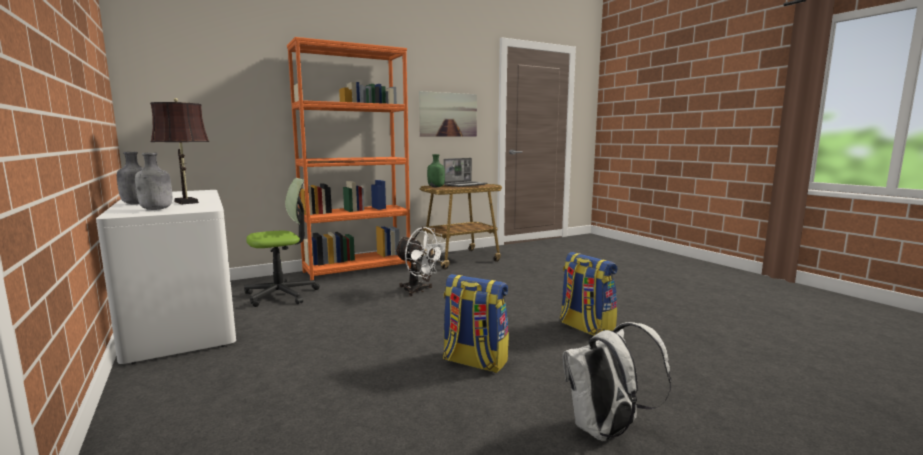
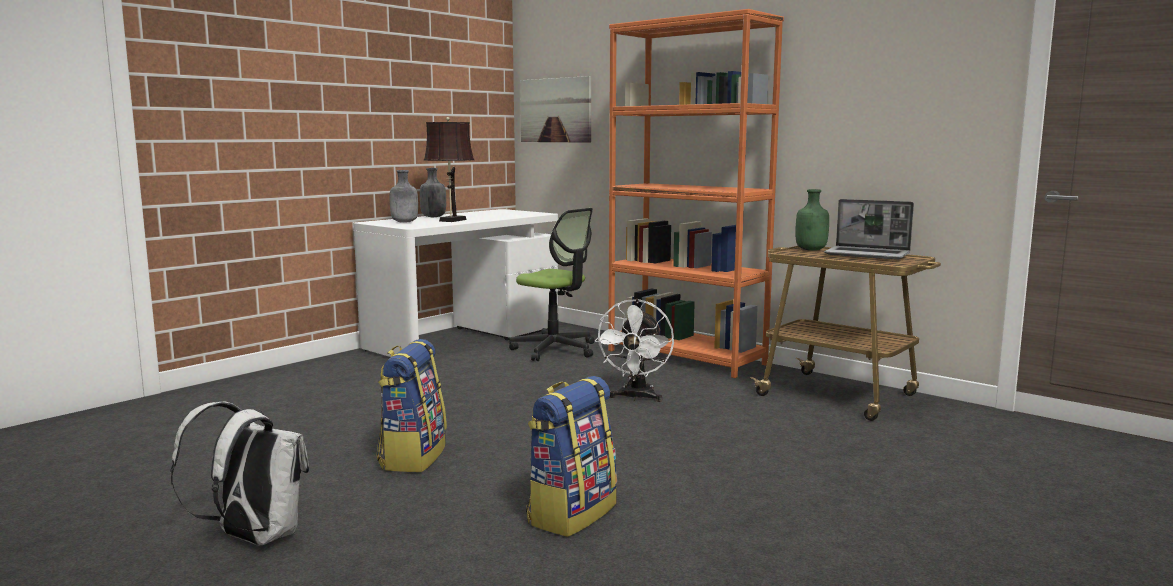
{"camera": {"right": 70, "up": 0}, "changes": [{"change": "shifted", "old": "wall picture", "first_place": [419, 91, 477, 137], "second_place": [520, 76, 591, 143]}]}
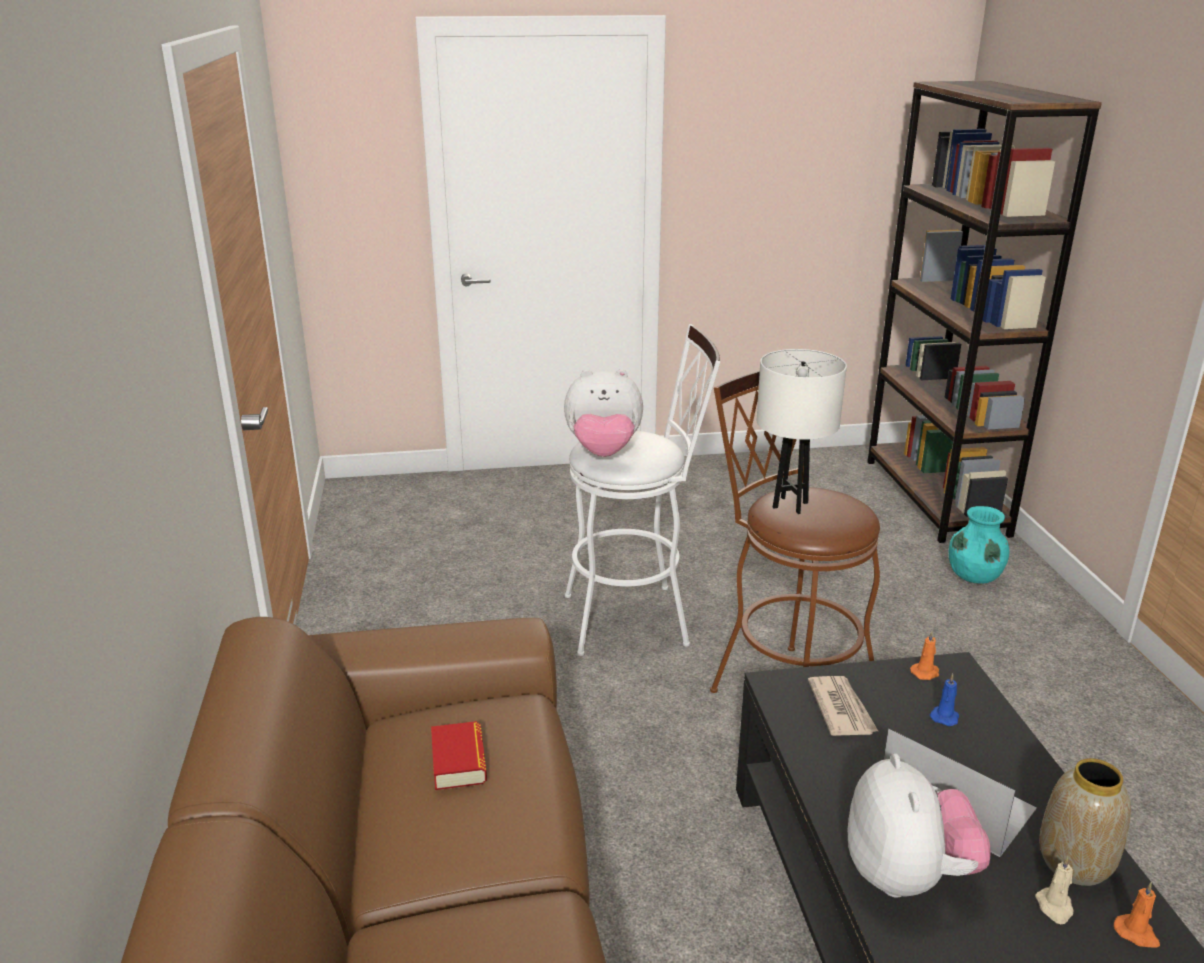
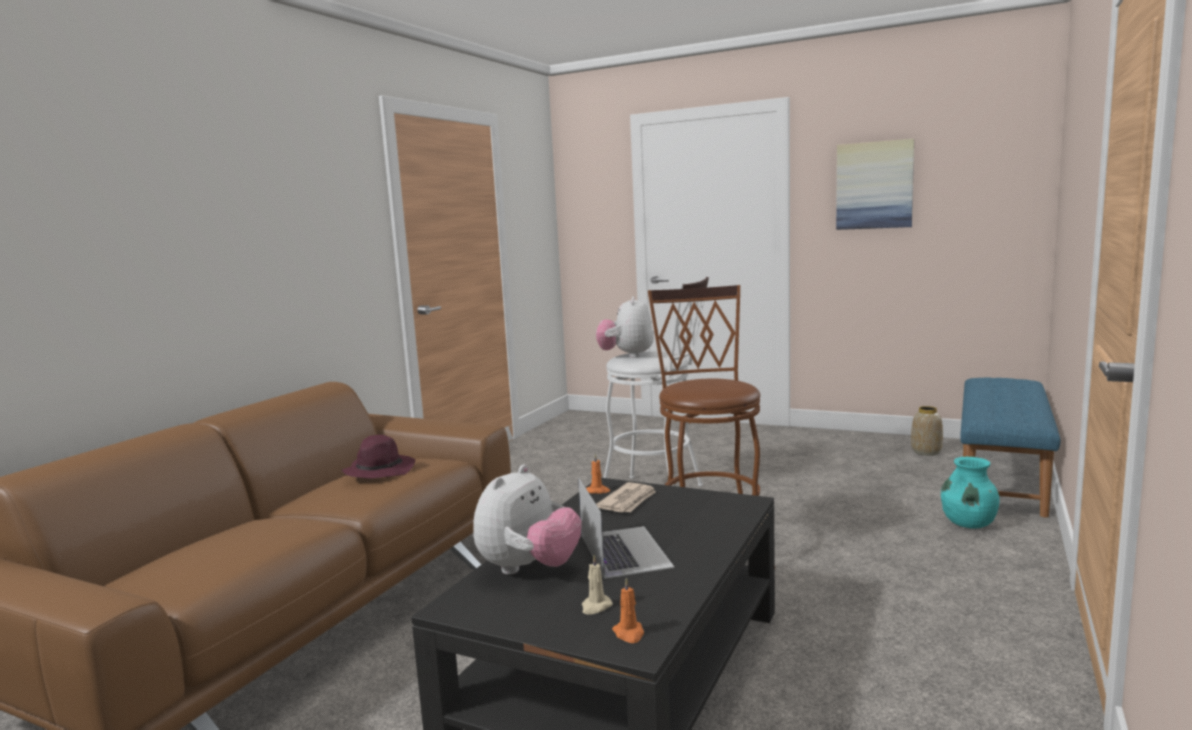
{"camera": {"right": 35, "up": -15}, "changes": [{"change": "swapped", "old": "volume", "new": "purplish wearable hat", "first_place": [431, 721, 487, 790], "second_place": [342, 435, 415, 479]}, {"change": "rotated", "old": "plush toy", "first_place": [564, 369, 643, 457], "second_place": [596, 296, 654, 358], "degrees": 60}, {"change": "gone", "old": "whitish lamp for a table", "first_place": [757, 349, 847, 514]}, {"change": "swapped", "old": "brownish bookshelf", "new": "blue-coloured indoor bench", "first_place": [867, 81, 1102, 543], "second_place": [960, 378, 1061, 517]}, {"change": "shifted", "old": "orangey wax light", "first_place": [910, 631, 939, 680], "second_place": [586, 453, 610, 494]}, {"change": "gone", "old": "blue-coloured wax light", "first_place": [930, 673, 959, 726]}, {"change": "shifted", "old": "flower vase", "first_place": [1039, 758, 1131, 886], "second_place": [911, 406, 943, 456]}, {"change": "new", "new": "wall picture", "second_place": [836, 139, 914, 230]}]}
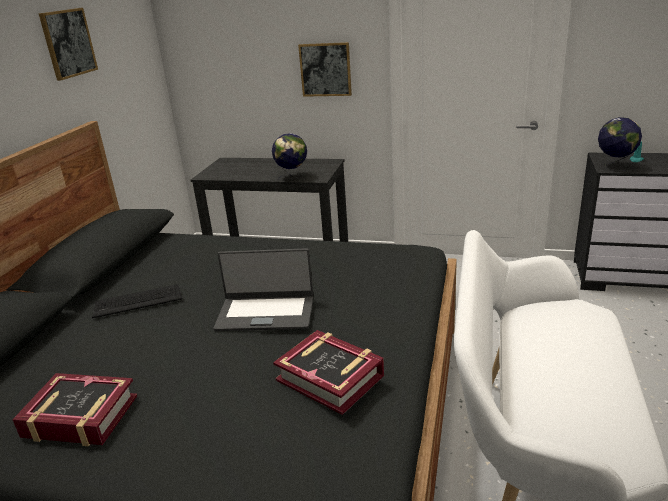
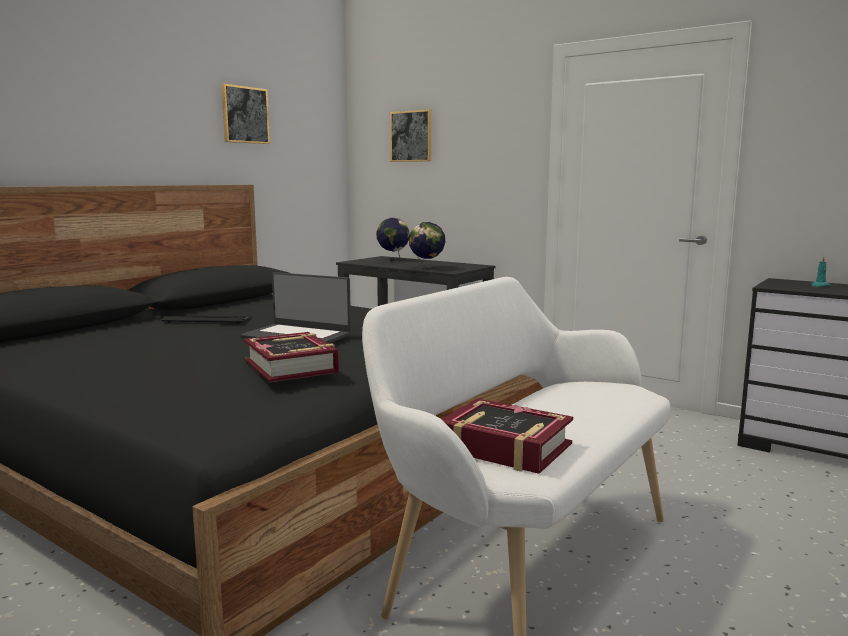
{"camera": {"right": 20, "up": -15}, "changes": [{"change": "shifted", "old": "volume", "first_place": [12, 373, 137, 446], "second_place": [441, 399, 573, 474]}, {"change": "shifted", "old": "wall picture", "first_place": [298, 42, 352, 97], "second_place": [390, 109, 431, 162]}, {"change": "shifted", "old": "desk globe", "first_place": [598, 117, 642, 171], "second_place": [376, 218, 410, 262]}]}
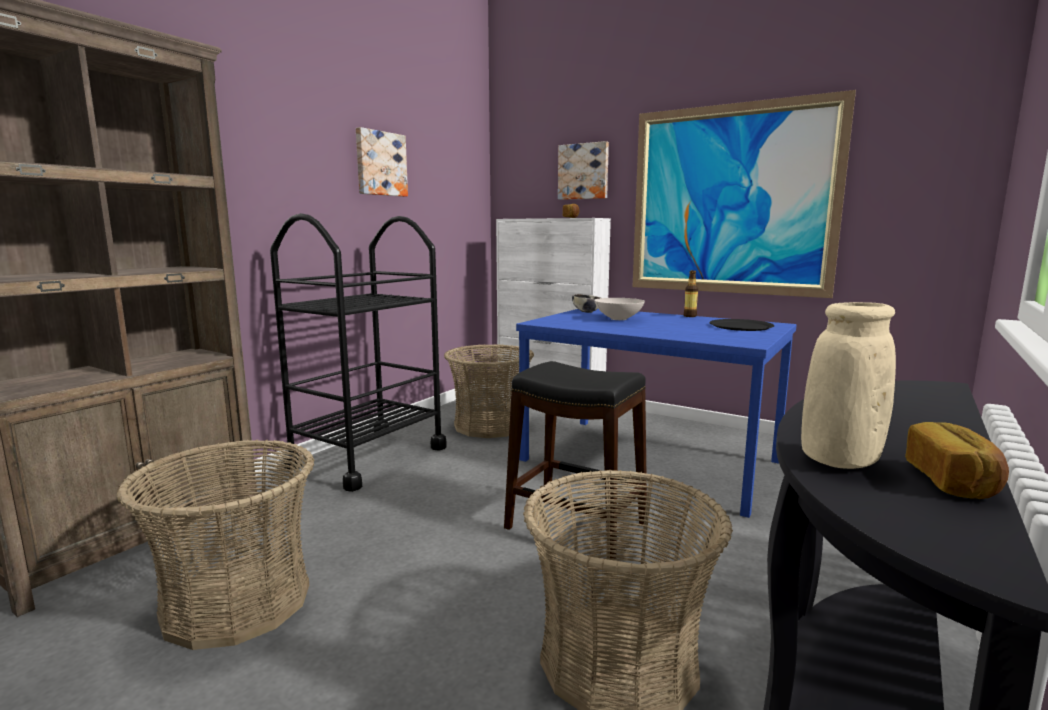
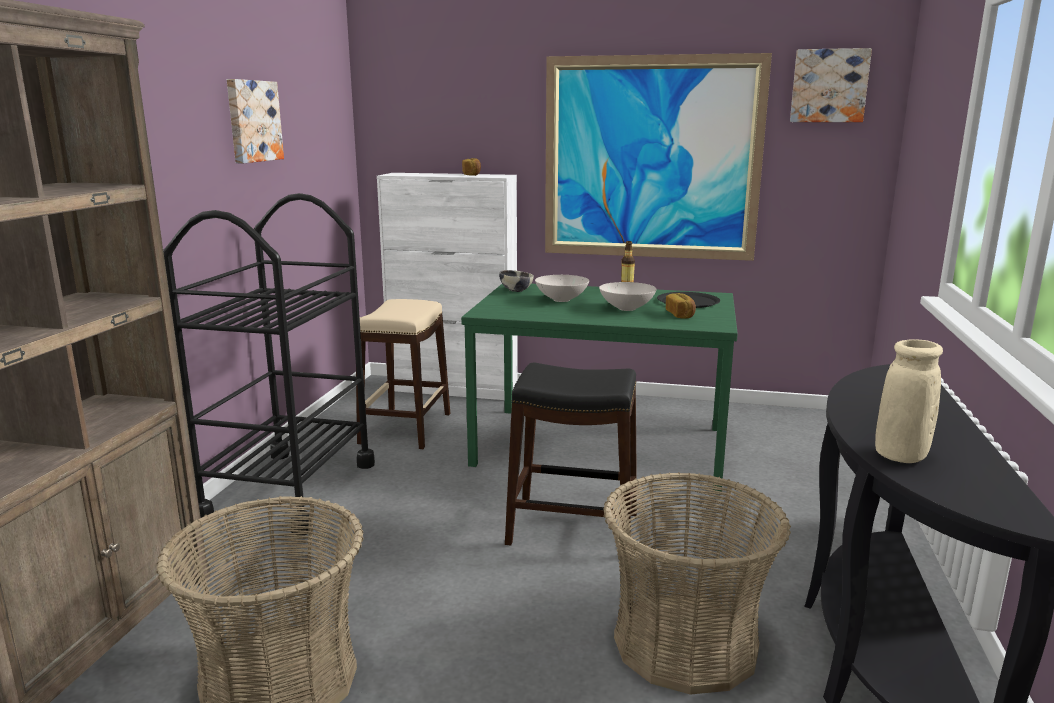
{"camera": {"right": -20, "up": 5}, "changes": [{"change": "swapped", "old": "basket", "new": "beige-coloured stool seat", "first_place": [444, 344, 534, 438], "second_place": [356, 299, 450, 449]}, {"change": "repainted", "old": "blue-coloured dinner table", "new": "greenish dinner table", "first_place": [516, 309, 797, 518], "second_place": [461, 284, 738, 492]}, {"change": "shifted", "old": "wall picture", "first_place": [558, 141, 609, 200], "second_place": [790, 48, 872, 122]}, {"change": "shifted", "old": "baked bread", "first_place": [905, 422, 1009, 499], "second_place": [666, 293, 696, 319]}, {"change": "new", "new": "whitish deep dish", "second_place": [599, 282, 657, 311]}]}
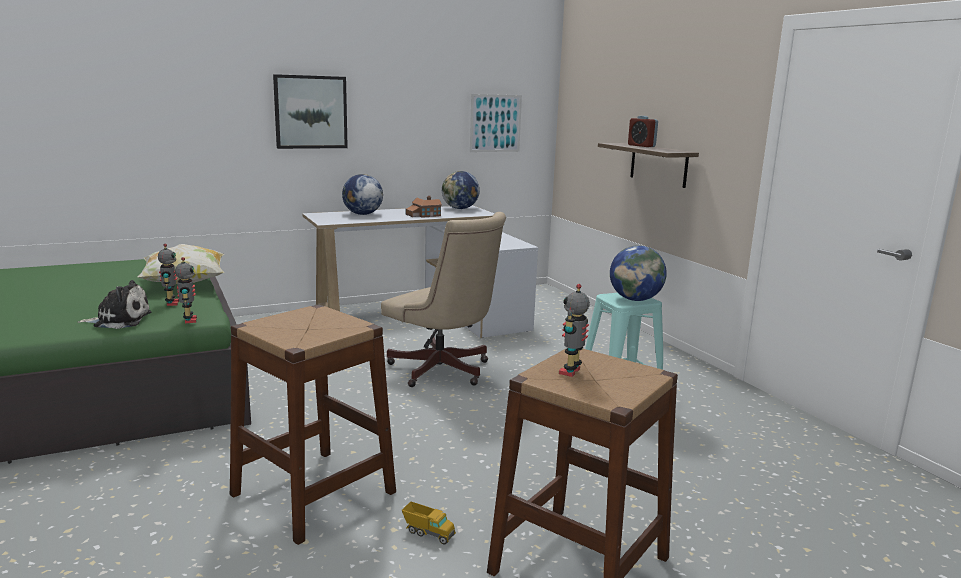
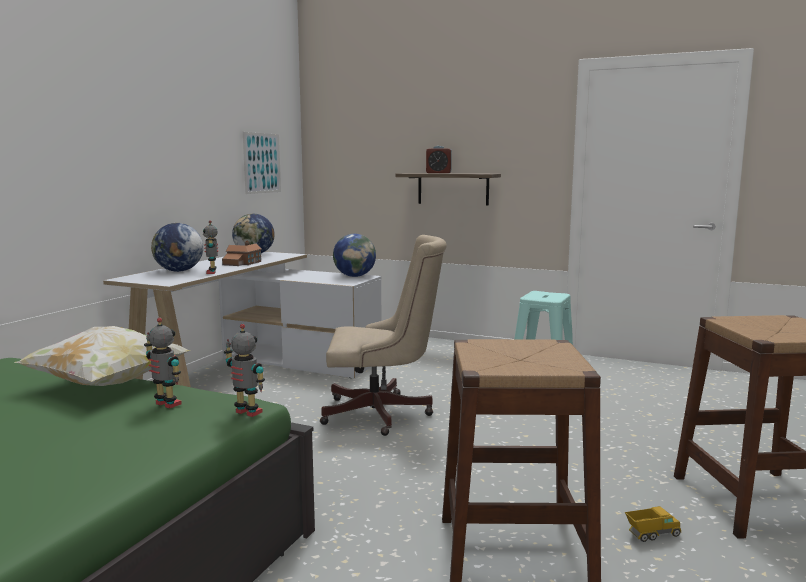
{"camera": {"right": -40, "up": -5}, "changes": [{"change": "gone", "old": "plush toy", "first_place": [78, 280, 151, 329]}, {"change": "gone", "old": "wall picture", "first_place": [273, 74, 348, 149]}, {"change": "shifted", "old": "model robot", "first_place": [559, 284, 590, 377], "second_place": [203, 220, 218, 274]}, {"change": "shifted", "old": "desk globe", "first_place": [610, 245, 667, 301], "second_place": [333, 234, 376, 277]}]}
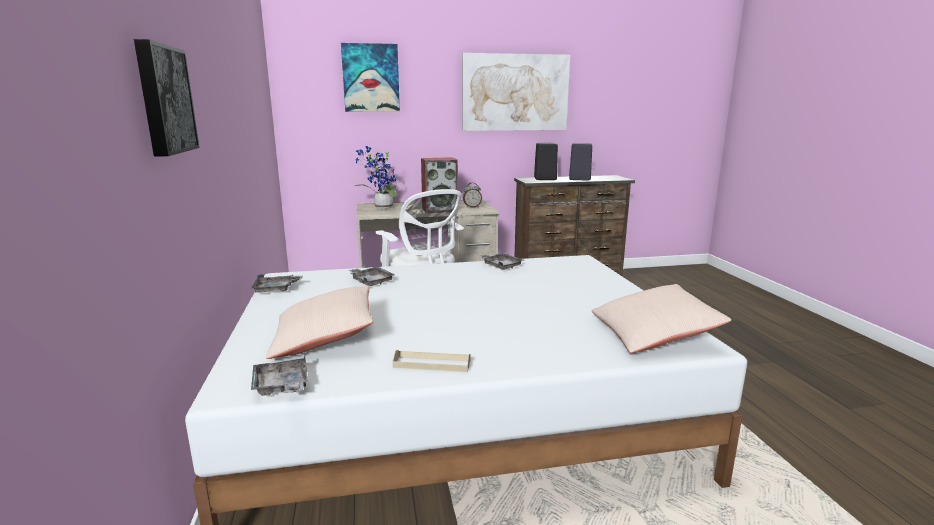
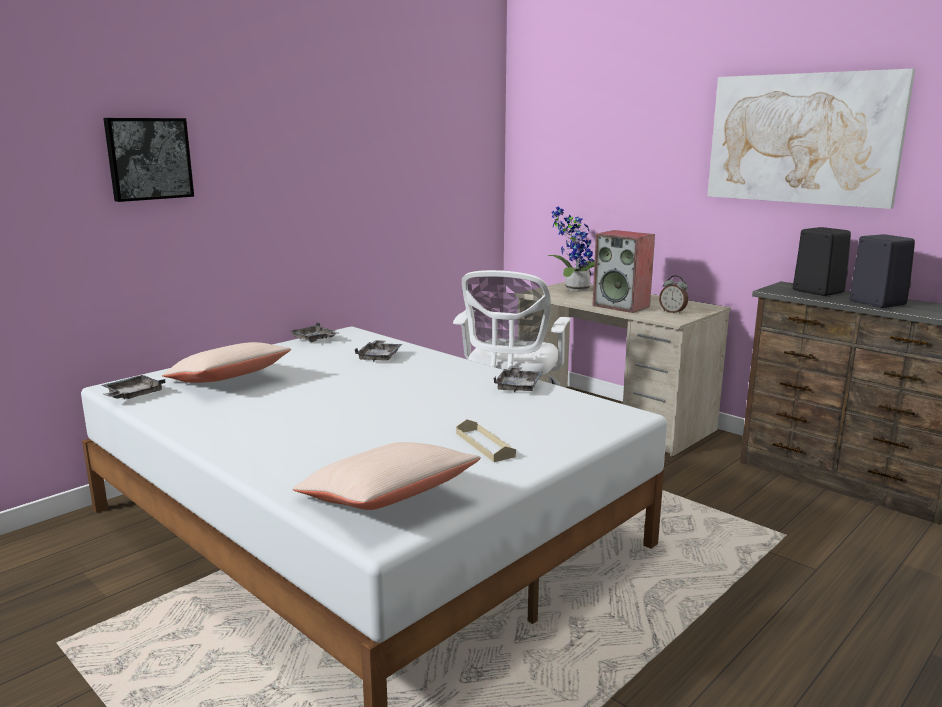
{"camera": {"right": 55, "up": 0}, "changes": [{"change": "gone", "old": "wall picture", "first_place": [341, 43, 400, 112]}, {"change": "shifted", "old": "beige-coloured tray", "first_place": [392, 350, 470, 372], "second_place": [456, 419, 516, 462]}]}
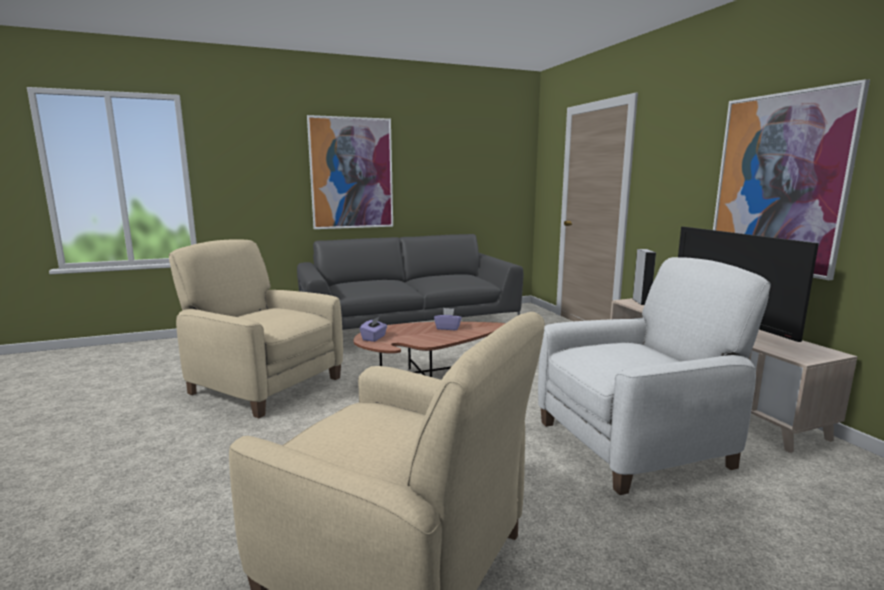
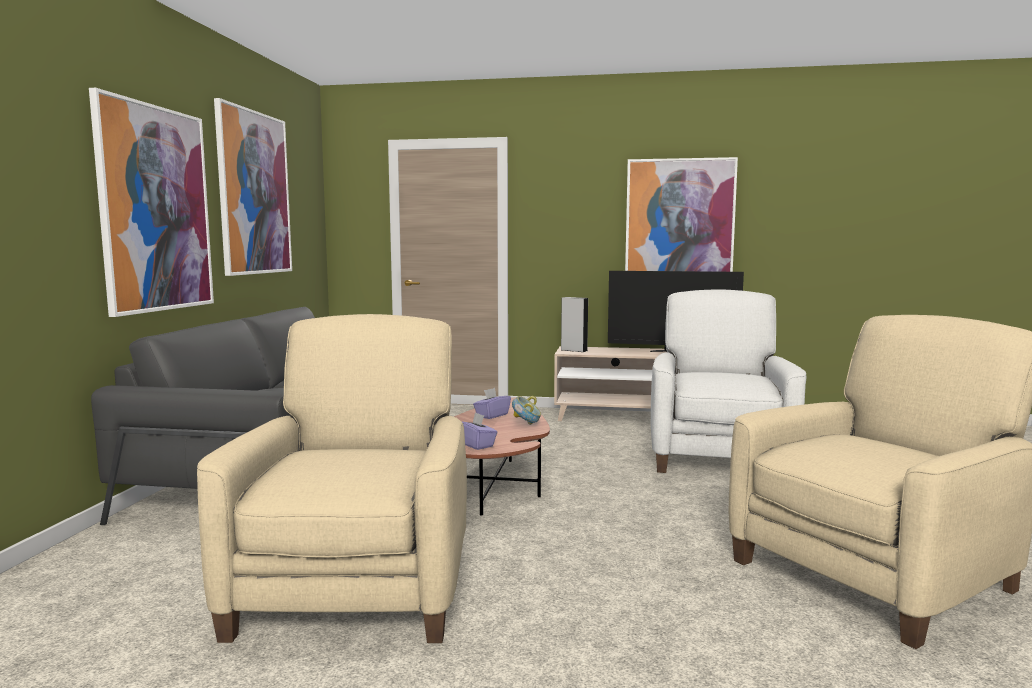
{"camera": {"right": -60, "up": -5}, "changes": [{"change": "rotated", "old": "beige-coloured lounge chair", "first_place": [169, 239, 343, 418], "second_place": [197, 314, 467, 643], "degrees": 120}, {"change": "new", "new": "wall picture", "second_place": [214, 98, 292, 276]}, {"change": "new", "new": "deep dish", "second_place": [512, 396, 541, 425]}]}
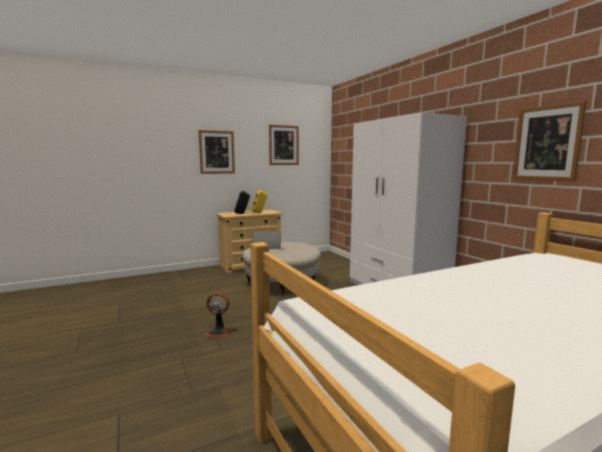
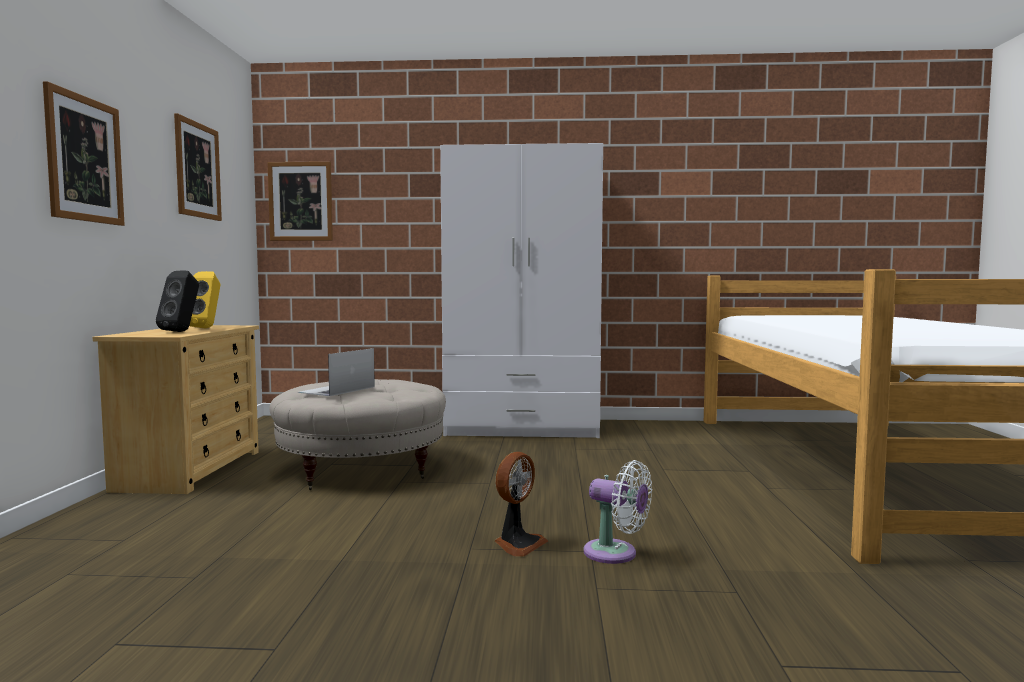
{"camera": {"right": -60, "up": -5}, "changes": [{"change": "shifted", "old": "wall picture", "first_place": [513, 100, 587, 182], "second_place": [267, 161, 333, 241]}, {"change": "new", "new": "whitish cooling fan", "second_place": [584, 460, 652, 564]}]}
